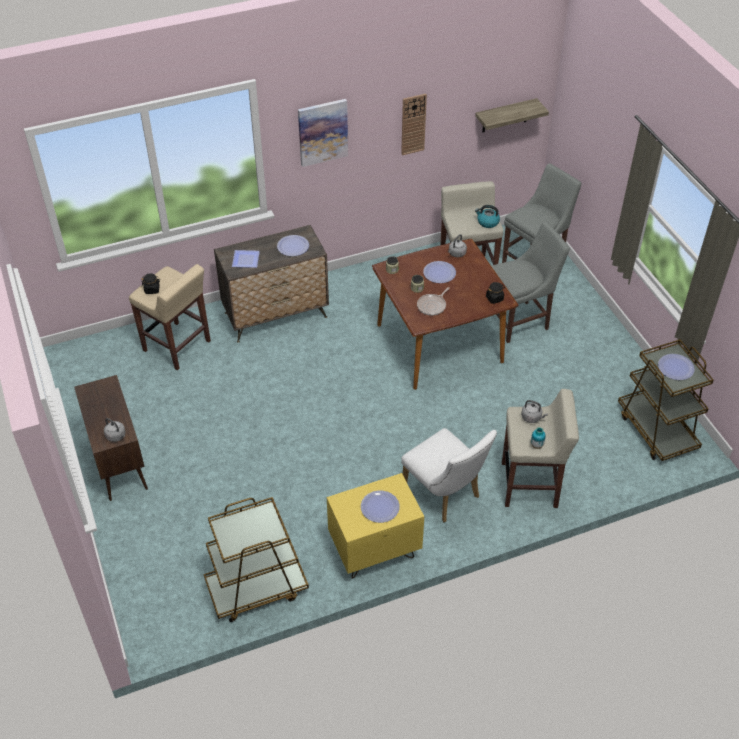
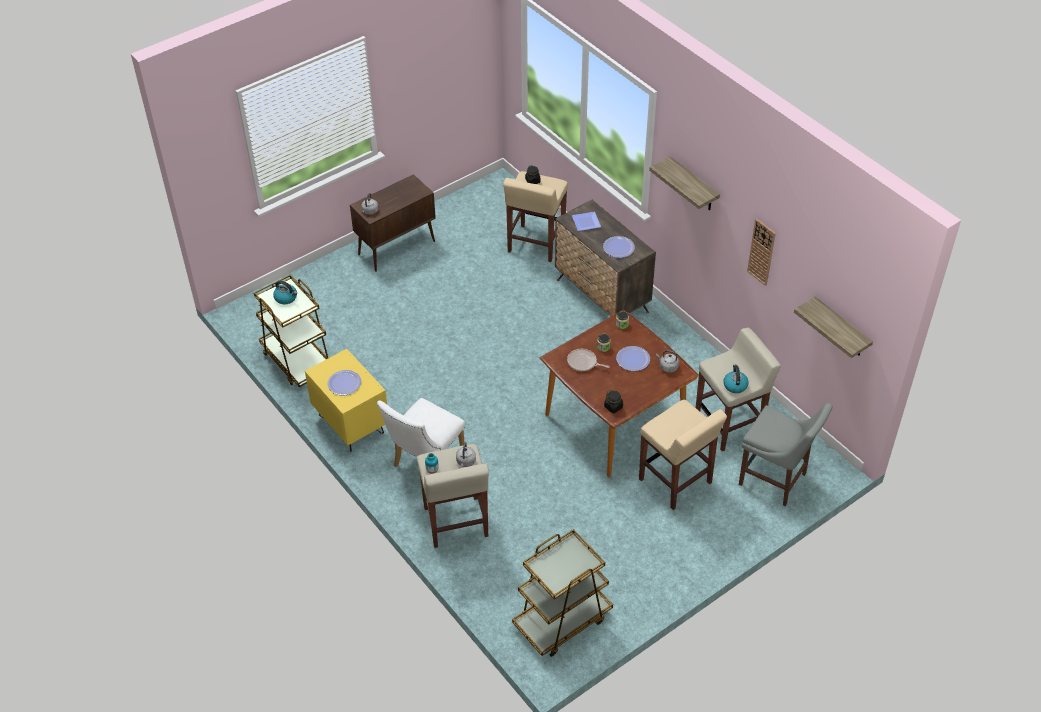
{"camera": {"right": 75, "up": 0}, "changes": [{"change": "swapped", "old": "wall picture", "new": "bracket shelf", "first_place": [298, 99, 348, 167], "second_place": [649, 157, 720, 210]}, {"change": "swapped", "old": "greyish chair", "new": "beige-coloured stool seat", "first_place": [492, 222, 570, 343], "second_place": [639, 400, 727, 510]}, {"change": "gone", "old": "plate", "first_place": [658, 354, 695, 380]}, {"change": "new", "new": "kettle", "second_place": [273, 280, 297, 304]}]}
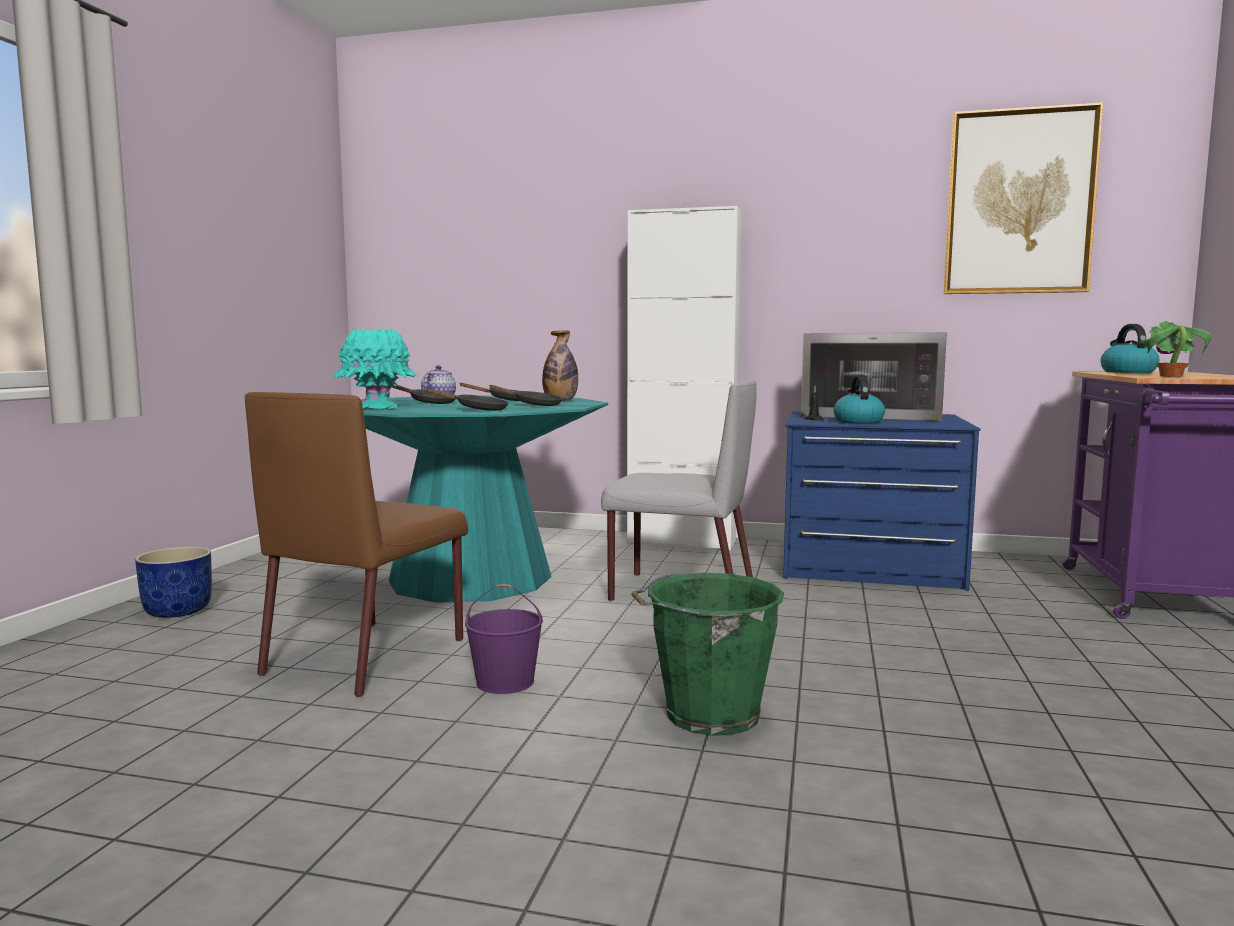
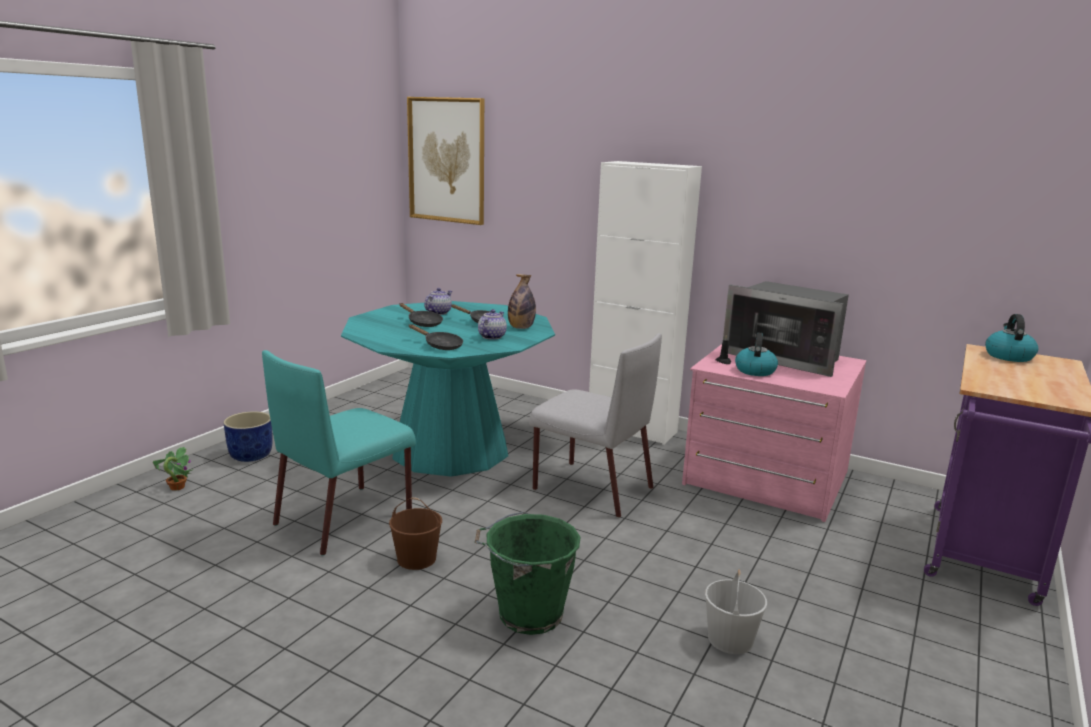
{"camera": {"right": 15, "up": 10}, "changes": [{"change": "repainted", "old": "brownish chair", "new": "turquoise chair", "first_place": [245, 392, 468, 697], "second_place": [262, 350, 416, 556]}, {"change": "gone", "old": "turquoise flower vase", "first_place": [333, 328, 419, 409]}, {"change": "repainted", "old": "purplish pail", "new": "brownish pail", "first_place": [465, 584, 543, 694], "second_place": [389, 497, 442, 570]}, {"change": "swapped", "old": "blackish frying pan", "new": "teapot", "first_place": [489, 385, 562, 406], "second_place": [478, 309, 507, 340]}, {"change": "repainted", "old": "blue-coloured chest of drawers", "new": "pink chest of drawers", "first_place": [783, 411, 981, 591], "second_place": [682, 344, 866, 522]}, {"change": "shifted", "old": "wall picture", "first_place": [944, 102, 1104, 294], "second_place": [407, 97, 484, 225]}, {"change": "shifted", "old": "houseplant", "first_place": [1139, 321, 1211, 377], "second_place": [153, 447, 194, 490]}, {"change": "new", "new": "whitish pail", "second_place": [705, 569, 767, 654]}]}
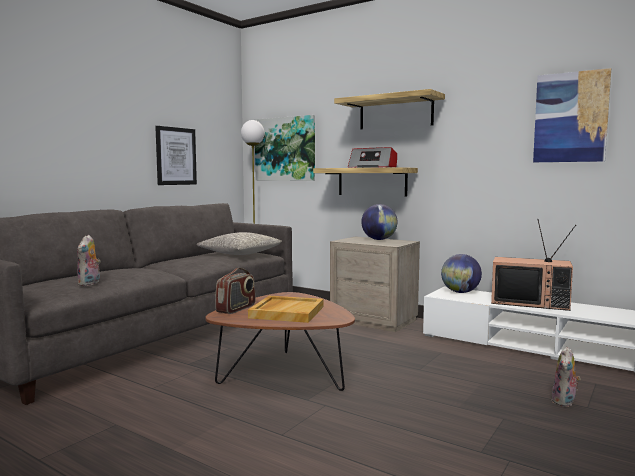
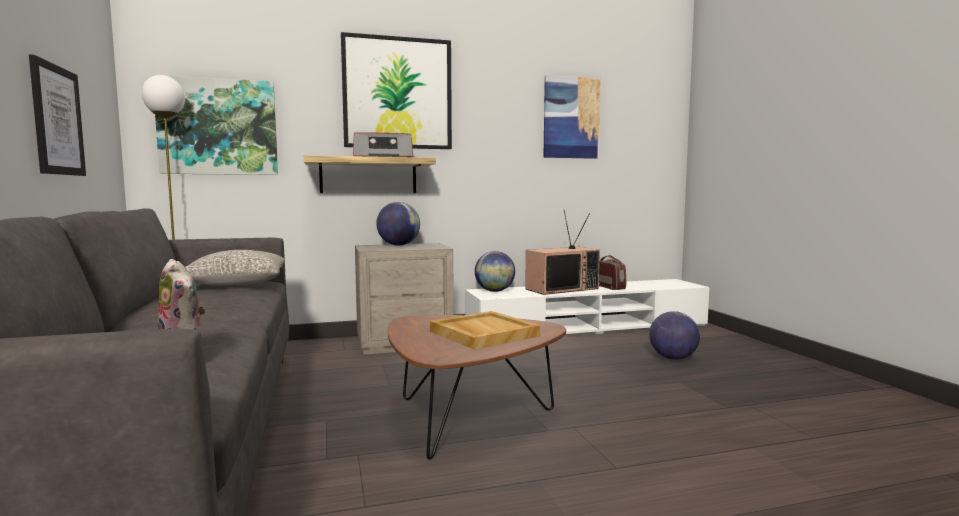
{"camera": {"right": -50, "up": 0}, "changes": [{"change": "shifted", "old": "radio set", "first_place": [215, 268, 256, 314], "second_place": [599, 255, 626, 290]}, {"change": "swapped", "old": "bracket shelf", "new": "wall picture", "first_place": [334, 89, 445, 129], "second_place": [341, 32, 452, 149]}, {"change": "swapped", "old": "plush toy", "new": "desk globe", "first_place": [551, 347, 581, 407], "second_place": [649, 311, 700, 360]}]}
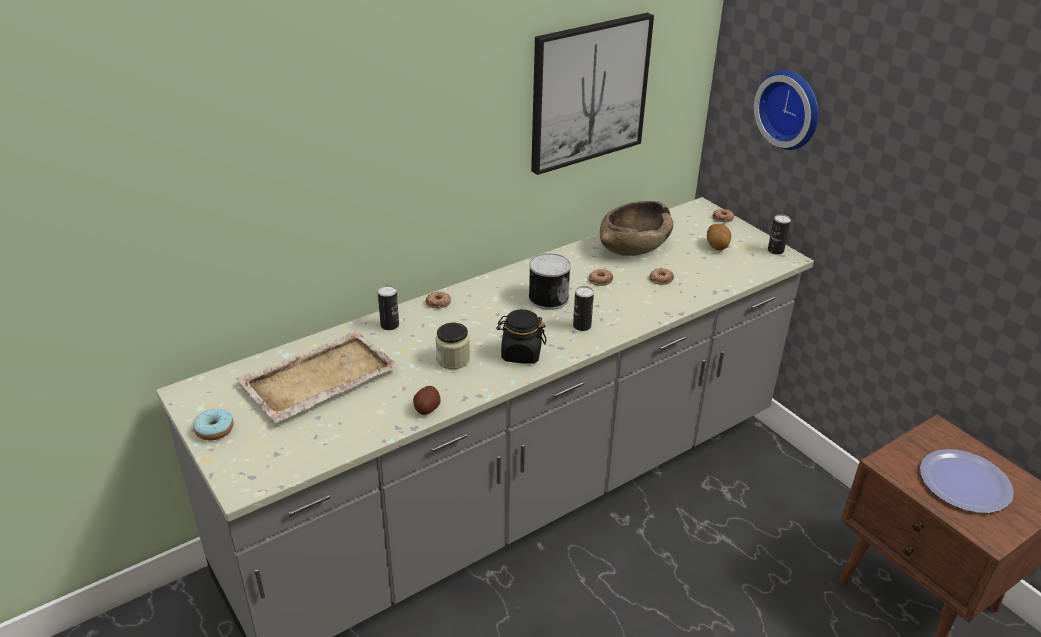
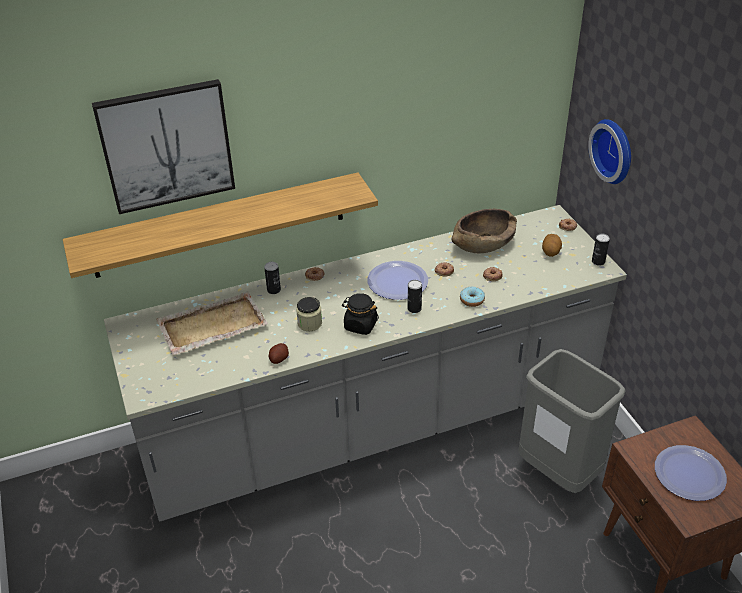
{"camera": {"right": 15, "up": 5}, "changes": [{"change": "shifted", "old": "doughnut", "first_place": [193, 408, 234, 440], "second_place": [460, 287, 485, 307]}, {"change": "swapped", "old": "metal can", "new": "plate", "first_place": [528, 253, 571, 310], "second_place": [367, 261, 428, 300]}, {"change": "shifted", "old": "wall picture", "first_place": [531, 13, 654, 175], "second_place": [92, 79, 235, 214]}, {"change": "new", "new": "bracket shelf", "second_place": [63, 172, 378, 278]}, {"change": "new", "new": "greyish waste bin", "second_place": [518, 349, 626, 493]}]}
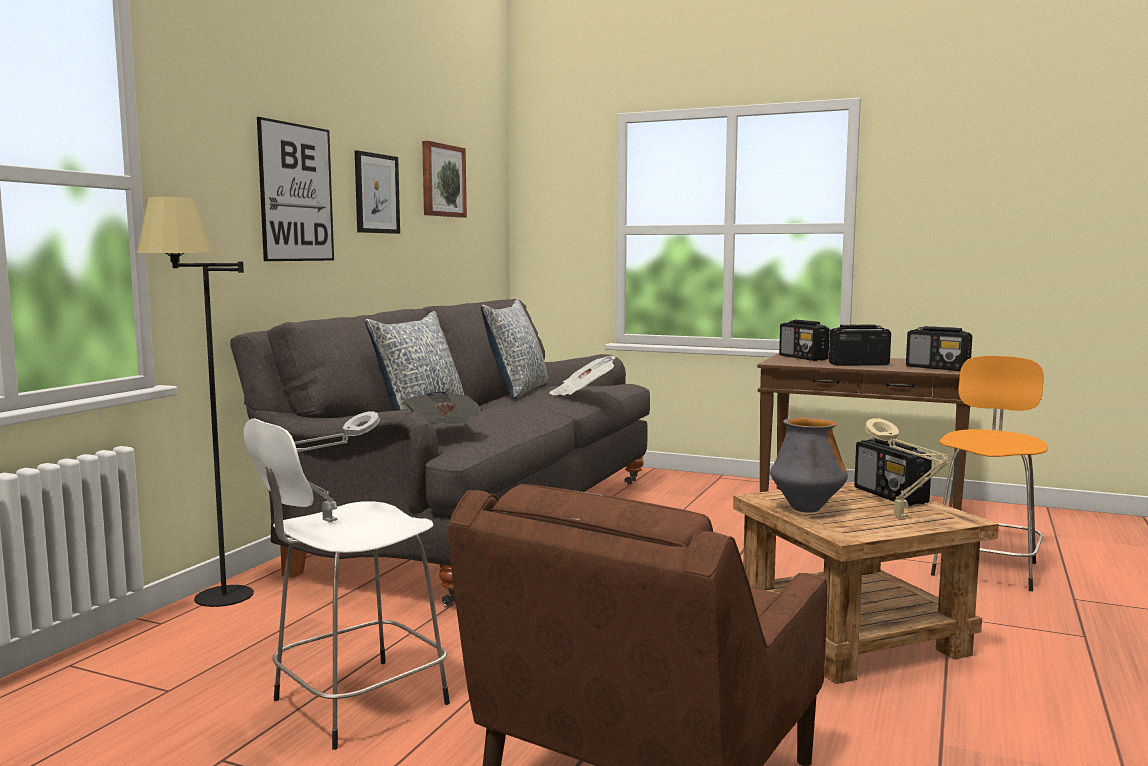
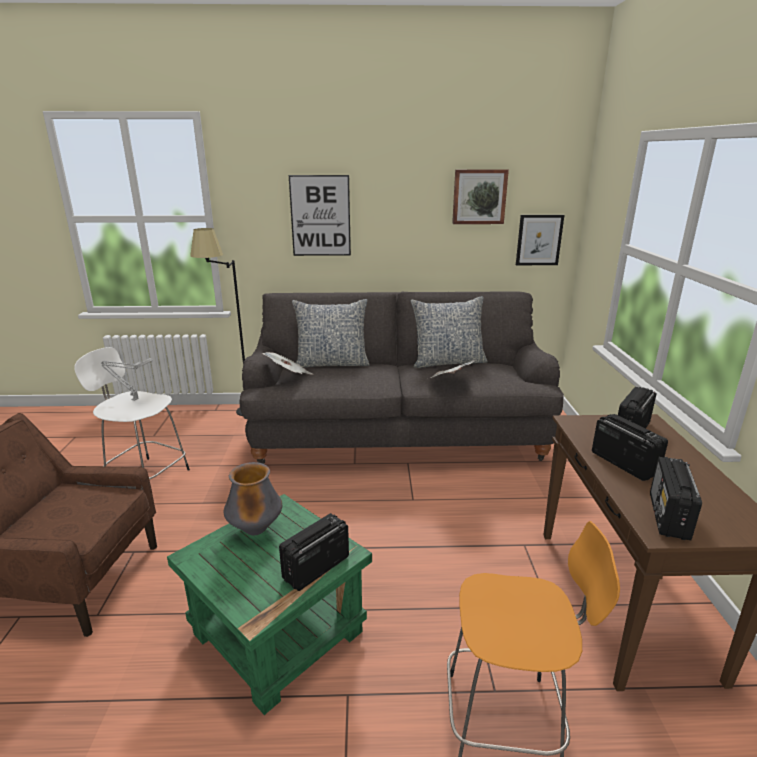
{"camera": {"right": 65, "up": 15}, "changes": [{"change": "shifted", "old": "wall picture", "first_place": [355, 150, 400, 234], "second_place": [516, 215, 564, 265]}, {"change": "repainted", "old": "brownish end table", "new": "greenish end table", "first_place": [733, 482, 999, 684], "second_place": [167, 494, 372, 715]}, {"change": "gone", "old": "beige-coloured lamp for a table", "first_place": [865, 418, 949, 518]}]}
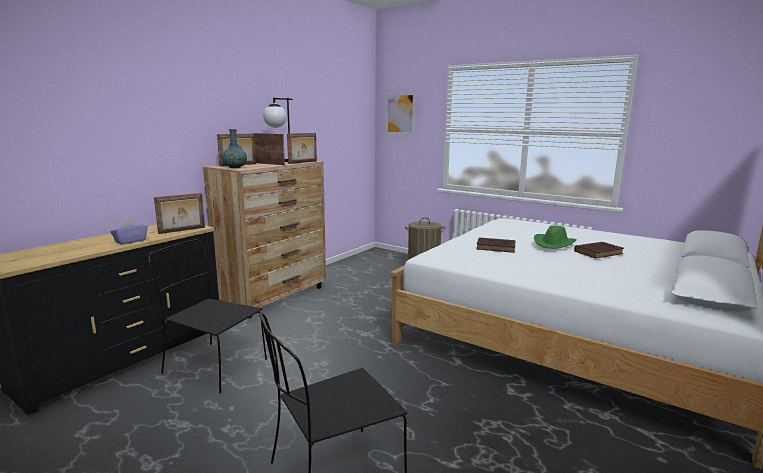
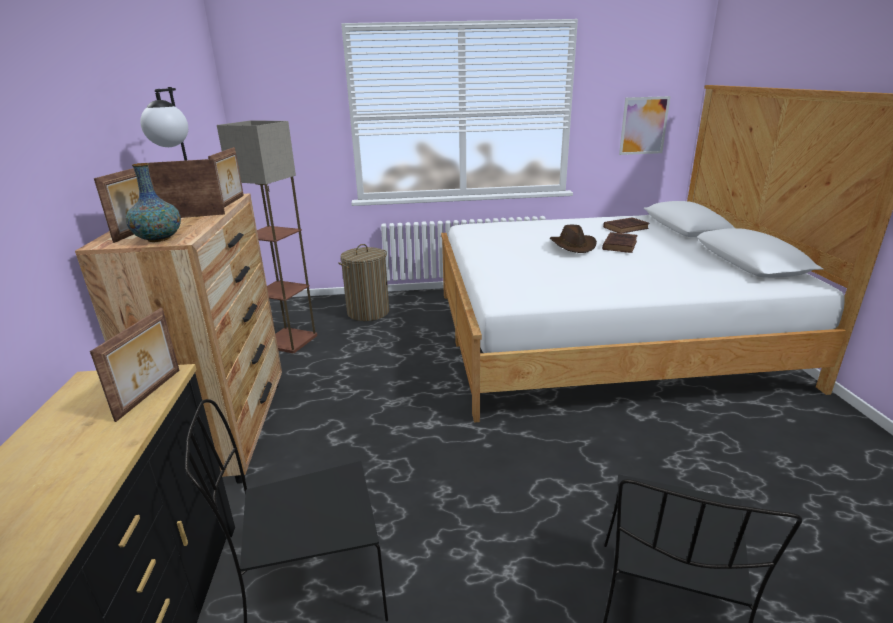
{"camera": {"right": -40, "up": 10}, "changes": [{"change": "gone", "old": "purplish box of tissues", "first_place": [111, 218, 148, 245]}, {"change": "shifted", "old": "wall picture", "first_place": [386, 93, 415, 135], "second_place": [619, 96, 671, 155]}, {"change": "shifted", "old": "brownish volume", "first_place": [477, 237, 515, 253], "second_place": [603, 217, 649, 233]}, {"change": "repainted", "old": "greenish wearable hat", "new": "brownish wearable hat", "first_place": [534, 225, 577, 249], "second_place": [550, 225, 597, 253]}, {"change": "new", "new": "standard lamp", "second_place": [217, 120, 317, 353]}]}
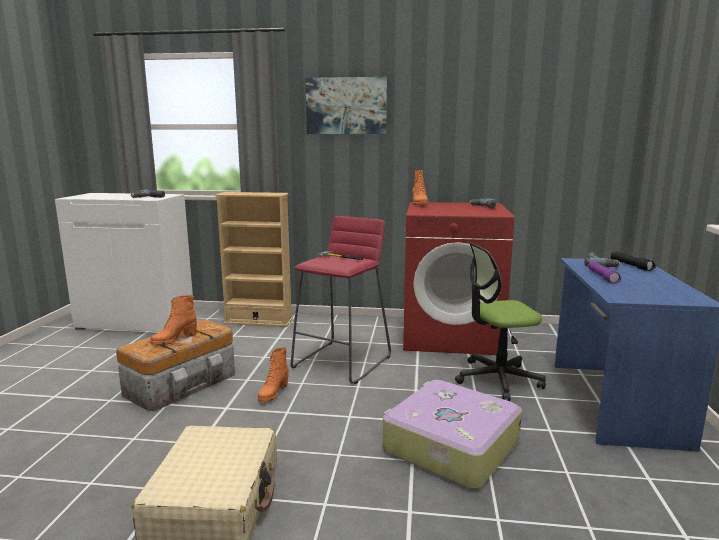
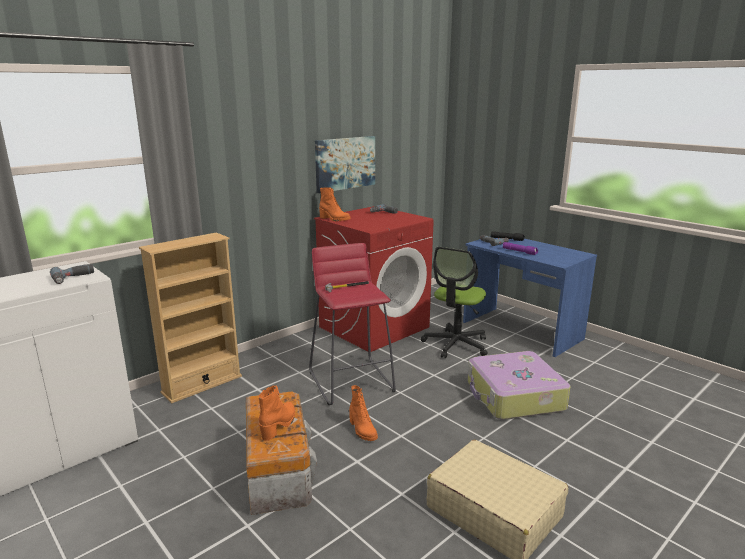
{"camera": {"right": -50, "up": 5}, "changes": [{"change": "rotated", "old": "orangey tall boot", "first_place": [150, 295, 197, 345], "second_place": [259, 385, 295, 441], "degrees": -150}, {"change": "shifted", "old": "wall picture", "first_place": [305, 77, 387, 134], "second_place": [315, 136, 375, 193]}]}
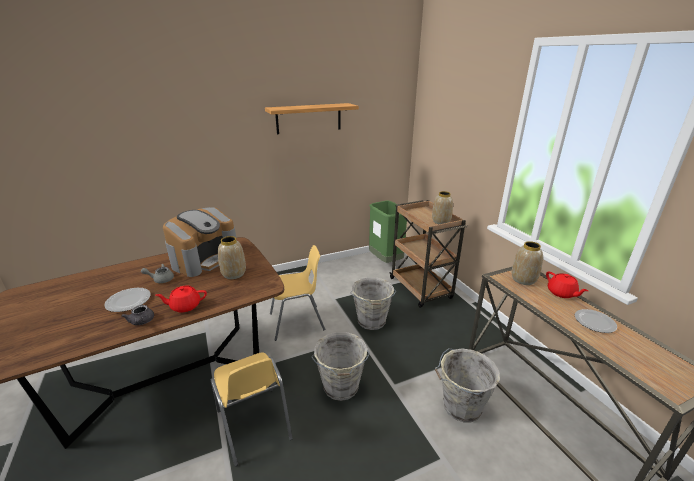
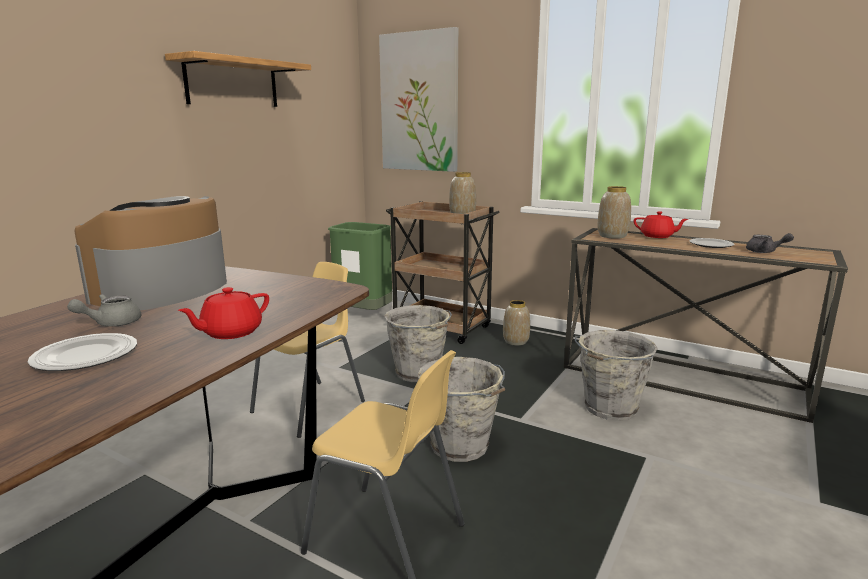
{"camera": {"right": -35, "up": -10}, "changes": [{"change": "shifted", "old": "greyish teapot", "first_place": [121, 305, 154, 325], "second_place": [746, 233, 794, 253]}, {"change": "rotated", "old": "coffee machine", "first_place": [163, 207, 237, 277], "second_place": [74, 196, 227, 310], "degrees": -150}, {"change": "shifted", "old": "flower vase", "first_place": [218, 236, 246, 279], "second_place": [503, 300, 530, 346]}, {"change": "new", "new": "wall picture", "second_place": [379, 27, 458, 172]}]}
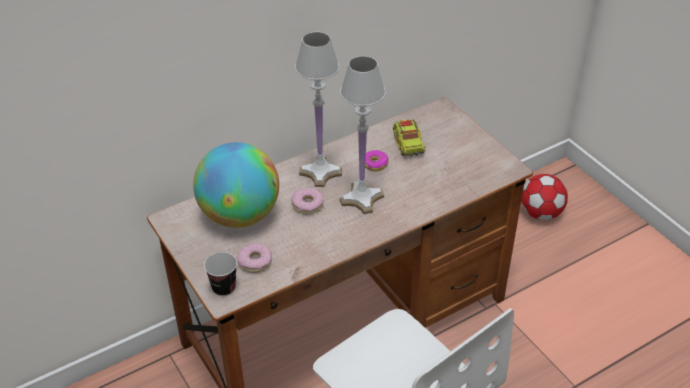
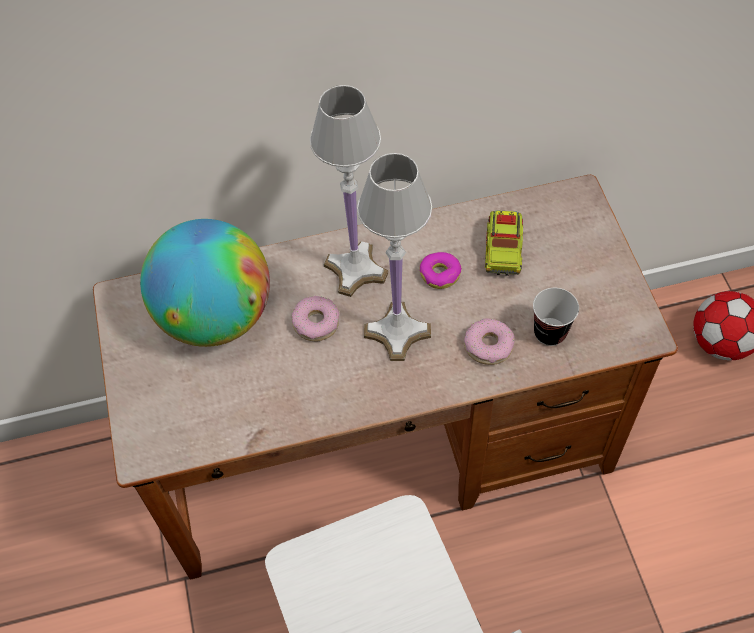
{"camera": {"right": 20, "up": 15}, "changes": [{"change": "shifted", "old": "drinking cup", "first_place": [204, 252, 237, 296], "second_place": [533, 288, 579, 346]}, {"change": "shifted", "old": "doughnut", "first_place": [237, 243, 272, 273], "second_place": [464, 318, 515, 365]}]}
